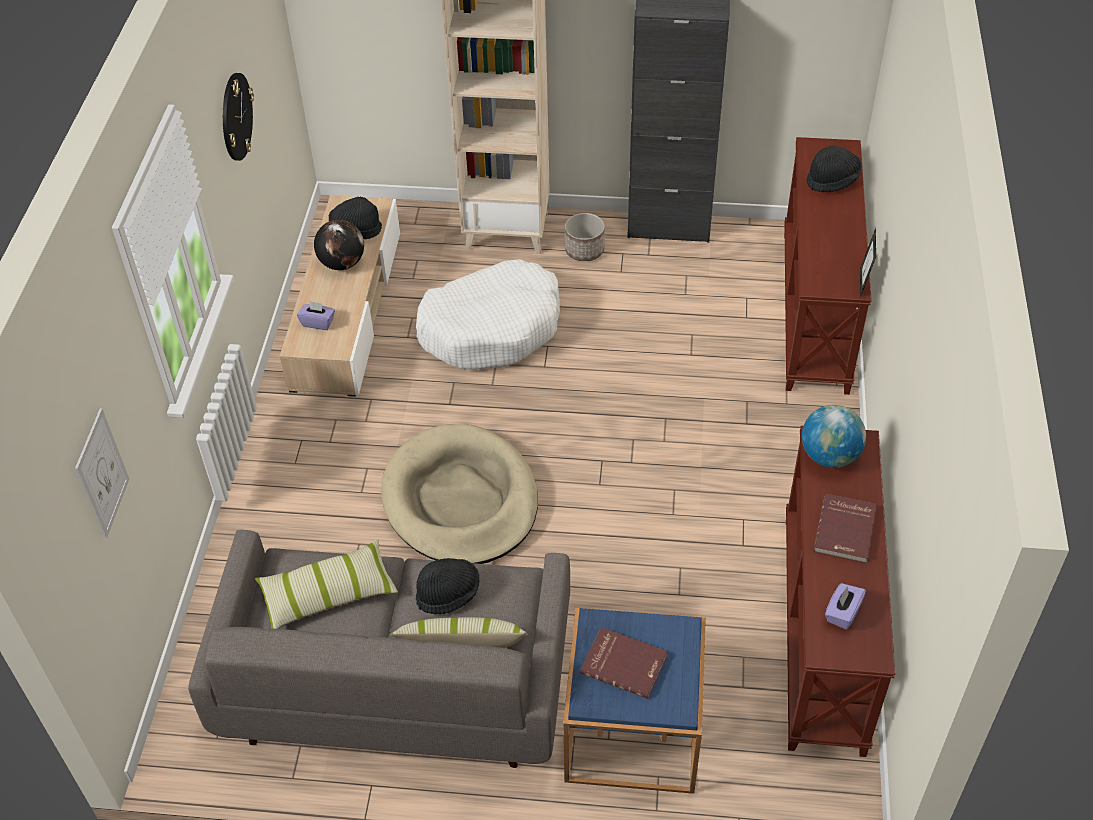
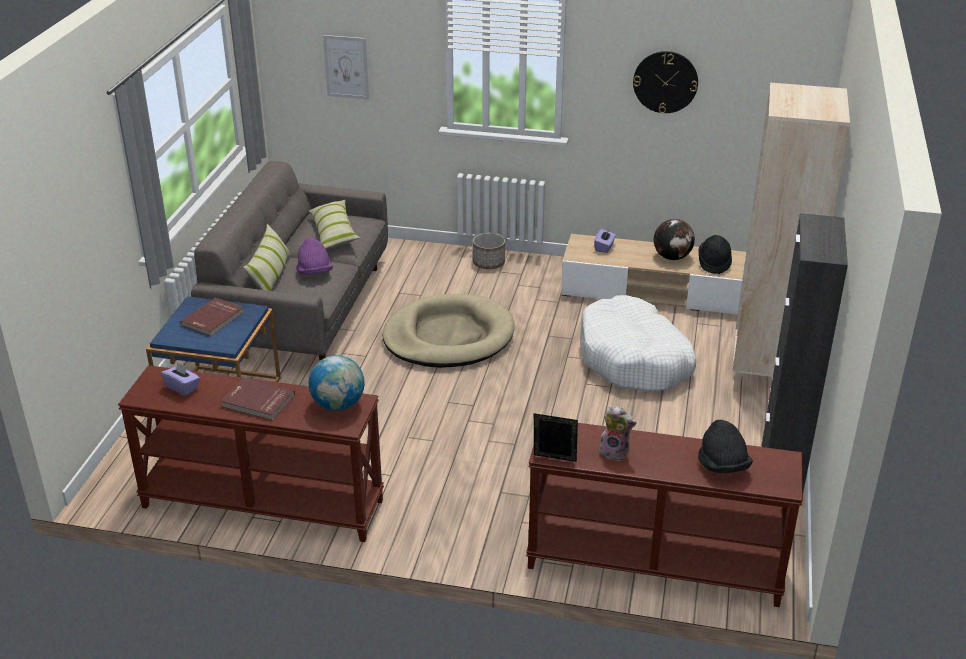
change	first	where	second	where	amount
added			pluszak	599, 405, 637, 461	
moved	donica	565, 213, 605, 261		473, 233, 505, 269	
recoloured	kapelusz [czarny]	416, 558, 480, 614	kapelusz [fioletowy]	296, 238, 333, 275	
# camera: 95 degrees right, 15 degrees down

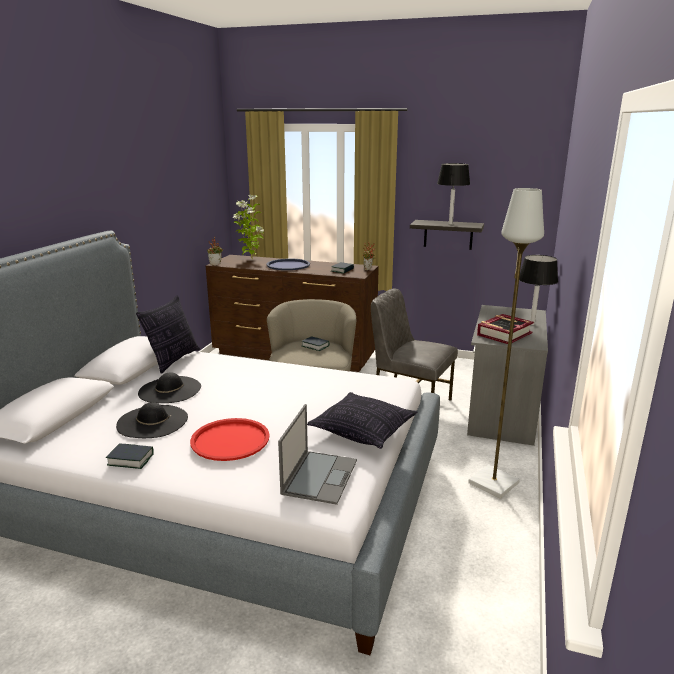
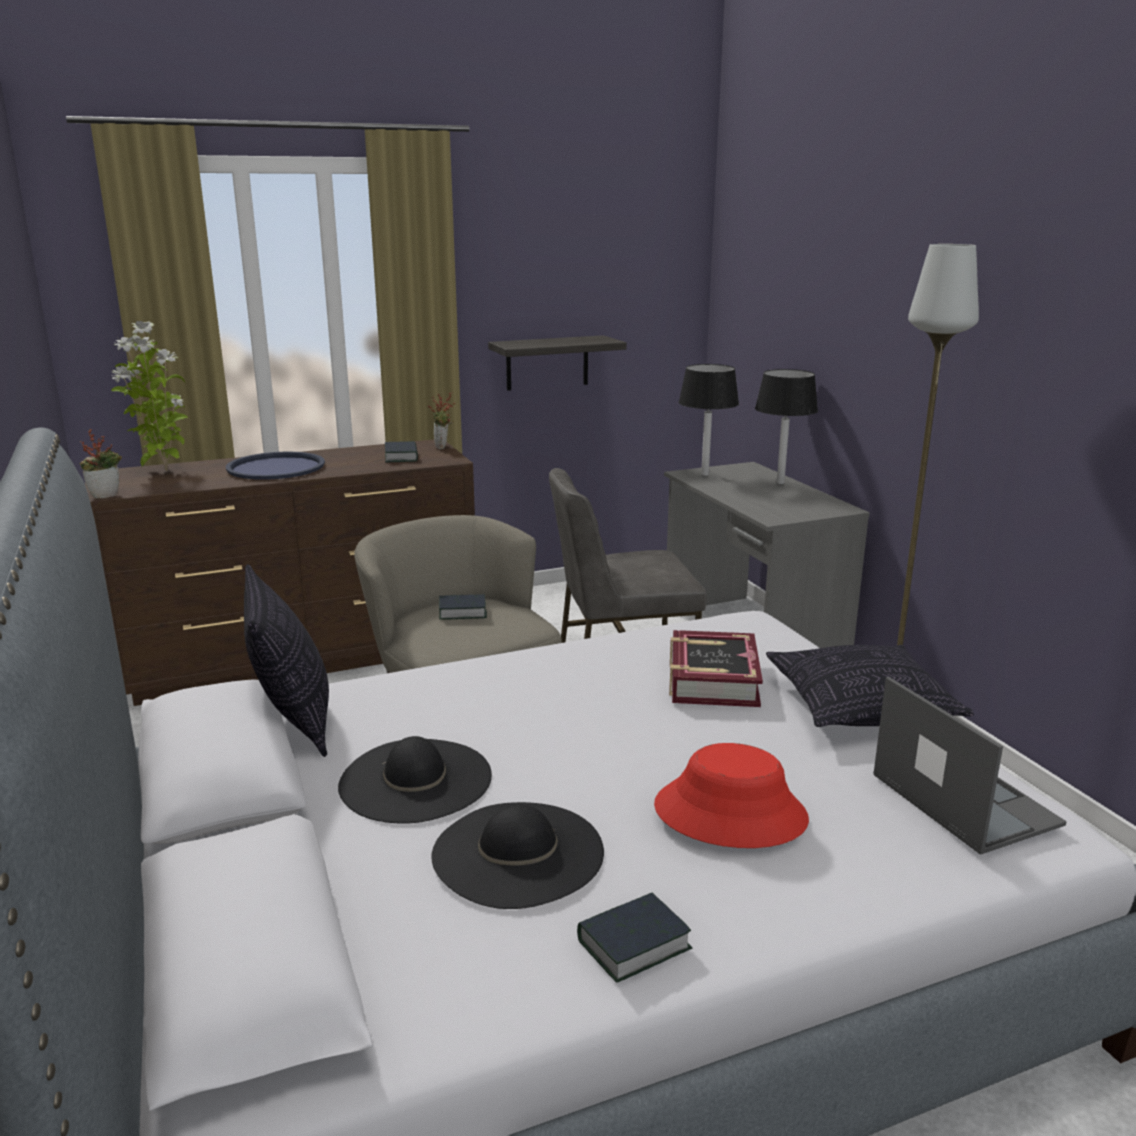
change	first	where	second	where	amount
moved	lampa stołowa [czarny]	437, 163, 470, 225		679, 364, 739, 476	
moved	książka	477, 314, 534, 344		669, 630, 763, 707	
replaced	taca [czerwony]	190, 418, 270, 461	kapelusz [czerwony]	654, 743, 809, 848	
# camera: 40 degrees left, 0 degrees up

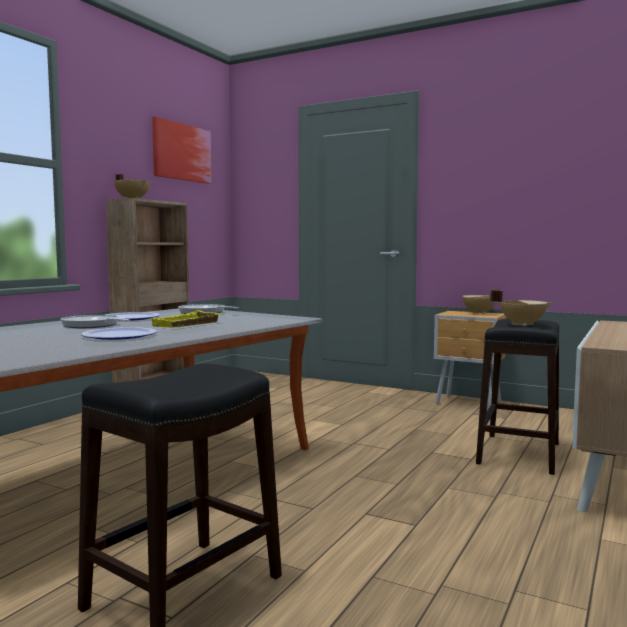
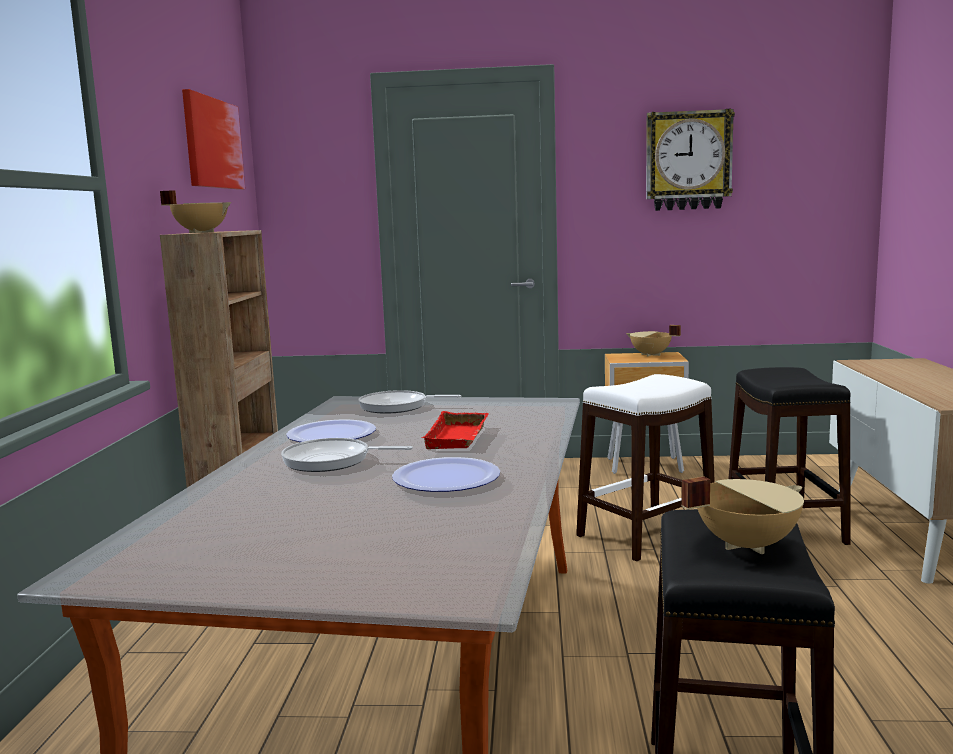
change	first	where	second	where	amount
added			stołek [biały]	576, 374, 715, 561	
added			zegar ścienny	646, 109, 735, 211	
moved	garnek [beżowy]	490, 291, 553, 326		681, 477, 804, 554	
recoloured	taca [żółty]	151, 310, 222, 328	taca [czerwony]	422, 411, 489, 449	
# camera: 25 degrees left, 5 degrees up

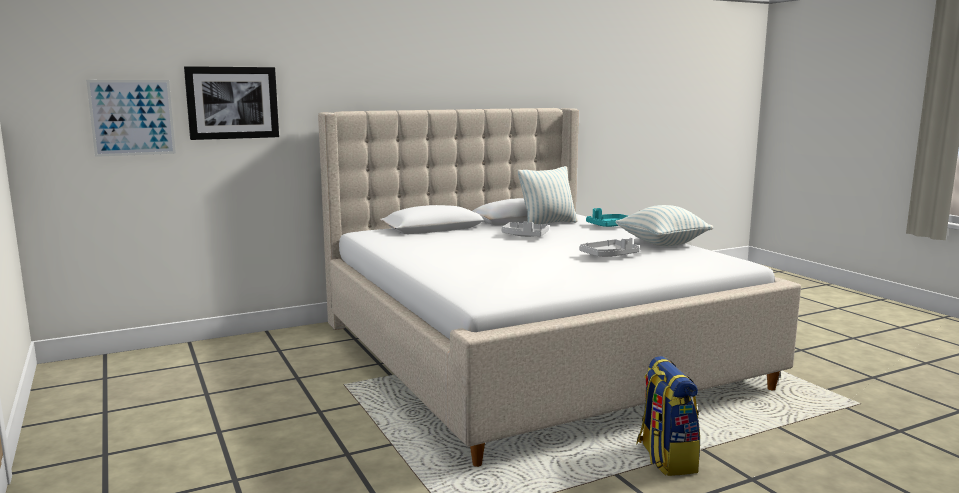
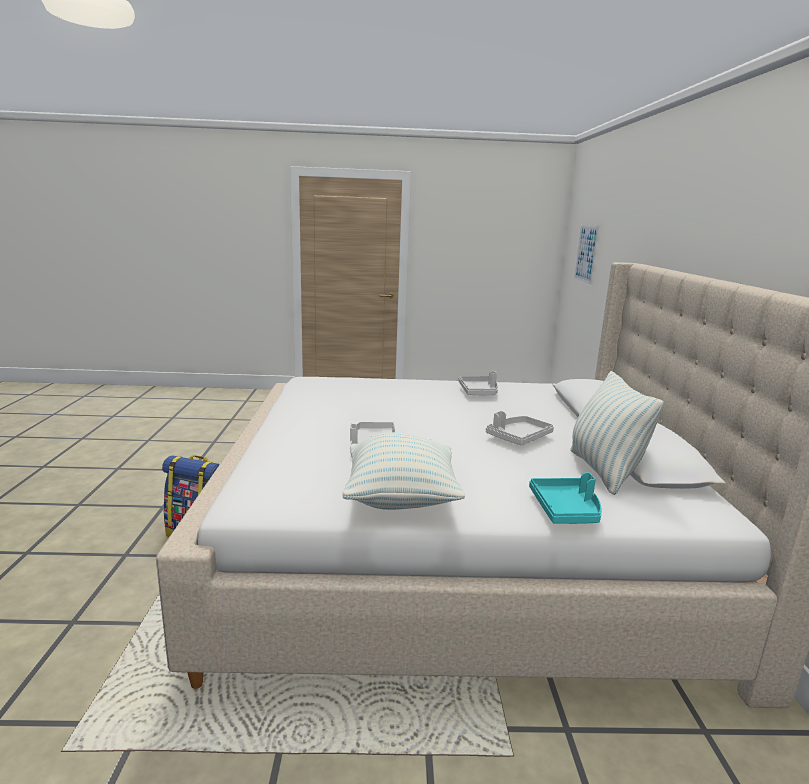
change	first	where	second	where	amount
removed	obraz	184, 66, 279, 140			
added			taca [szary]	458, 371, 498, 396	
# camera: 115 degrees right, 5 degrees up

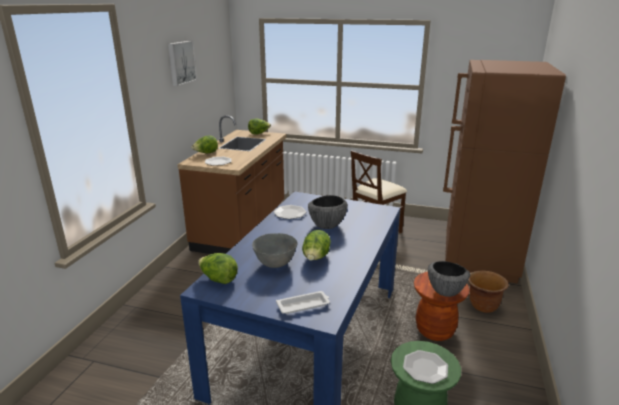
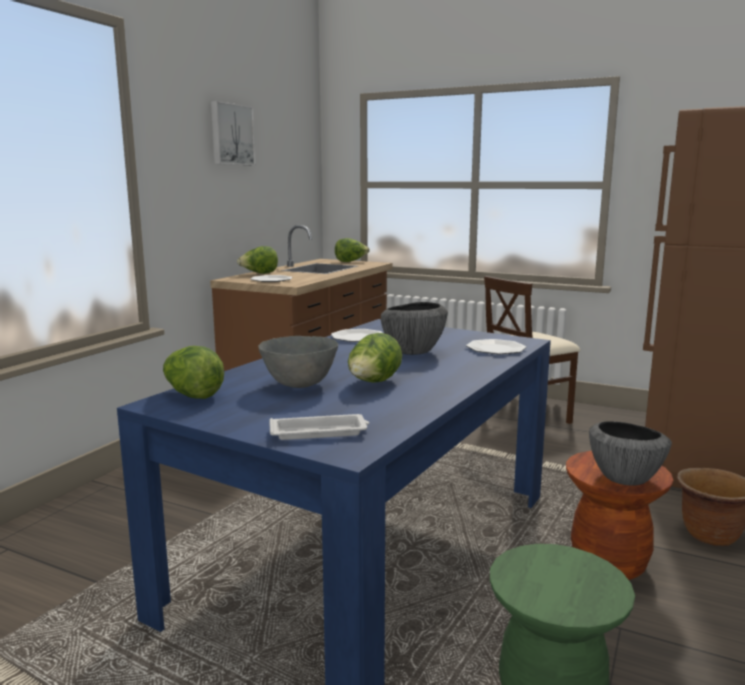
change	first	where	second	where	amount
moved	talerz	403, 350, 448, 384		466, 339, 526, 354	
# camera: 10 degrees right, 10 degrees down

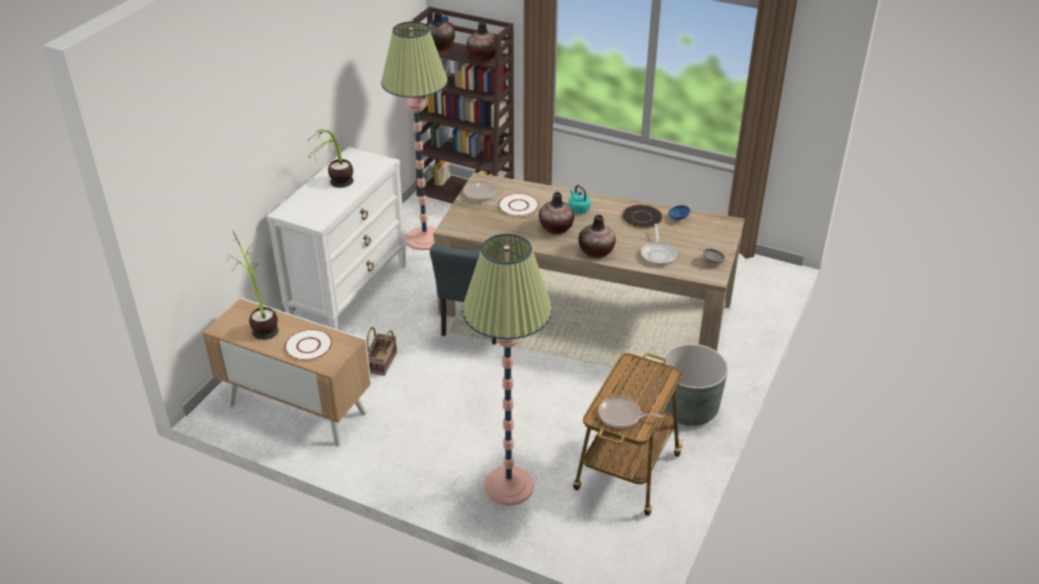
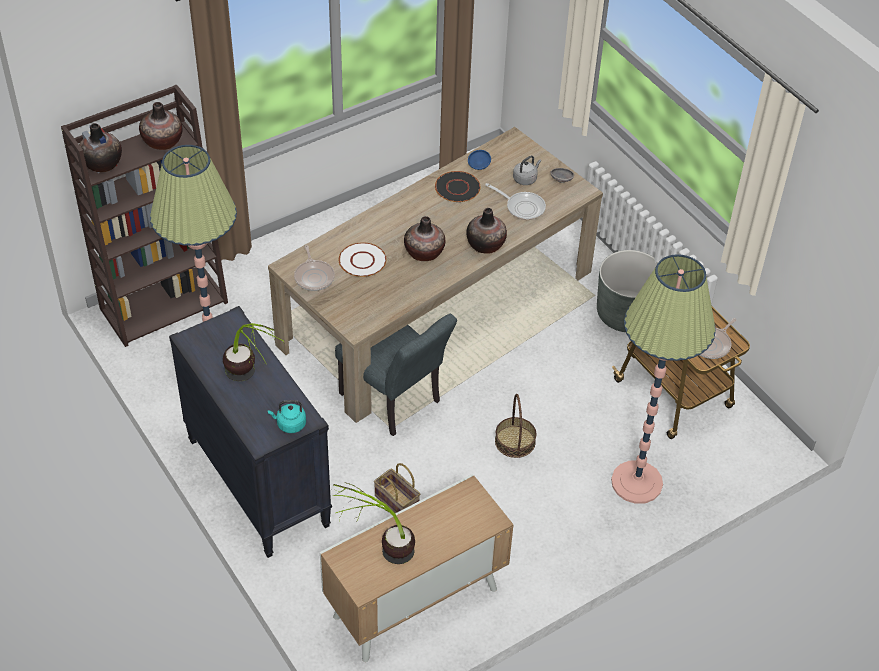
change	first	where	second	where	amount
removed	talerz [biały]	285, 329, 332, 360			
added			koszyk	495, 394, 536, 458	
added			czajnik [szary]	513, 156, 541, 185	
moved	czajnik [turkusowy]	569, 185, 591, 214		268, 400, 306, 433	
recoloured	komoda [biały]	266, 147, 407, 330	komoda [czarny]	169, 306, 332, 558	
# camera: 60 degrees left, 10 degrees up

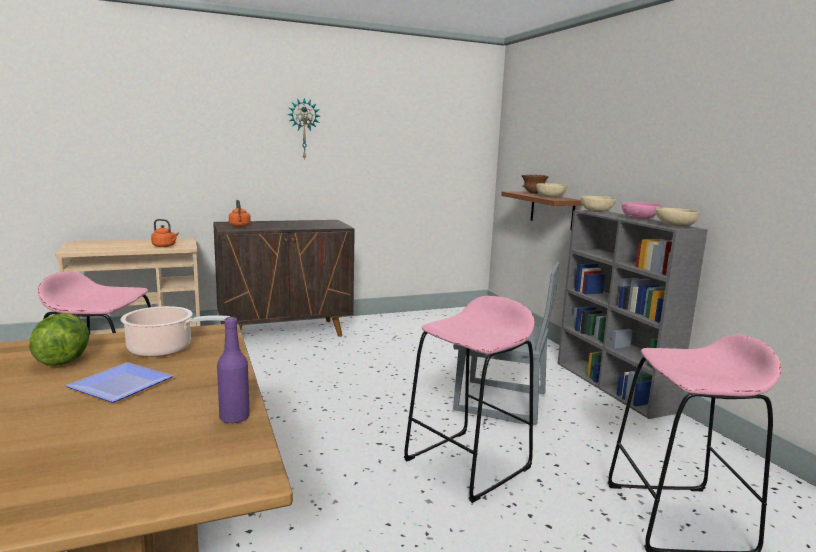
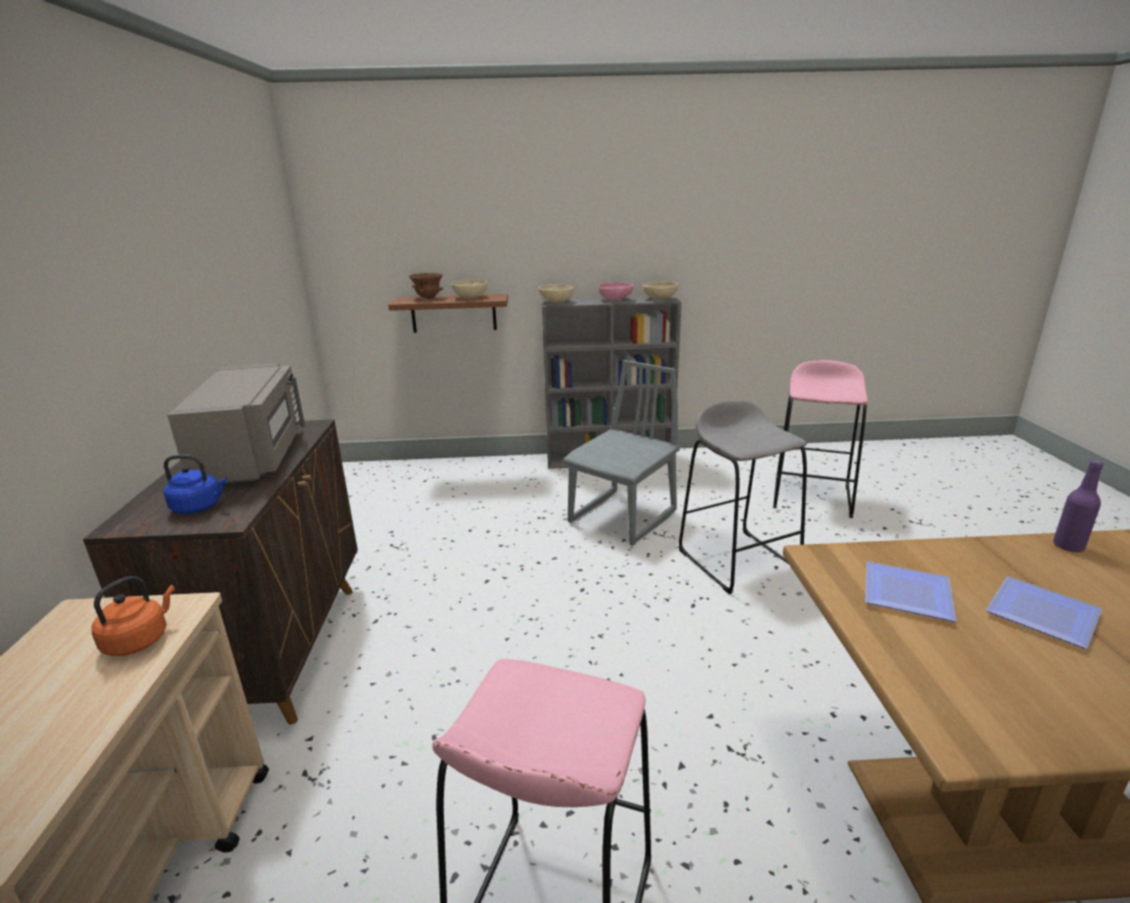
change	first	where	second	where	amount
removed	sałata	29, 313, 90, 366			
removed	zegar ścienny	287, 97, 320, 160			
added			mikrofalówka [szary]	167, 364, 305, 484	
replaced	garnek	120, 306, 230, 357	talerz	865, 561, 957, 622	
recoloured	czajnik [pomarańczowy]	229, 200, 251, 227	czajnik [niebieski]	164, 455, 227, 514	
recoloured	stołek [różowy]	404, 296, 534, 503	stołek [szary]	679, 400, 807, 594	
# camera: 70 degrees left, 10 degrees up

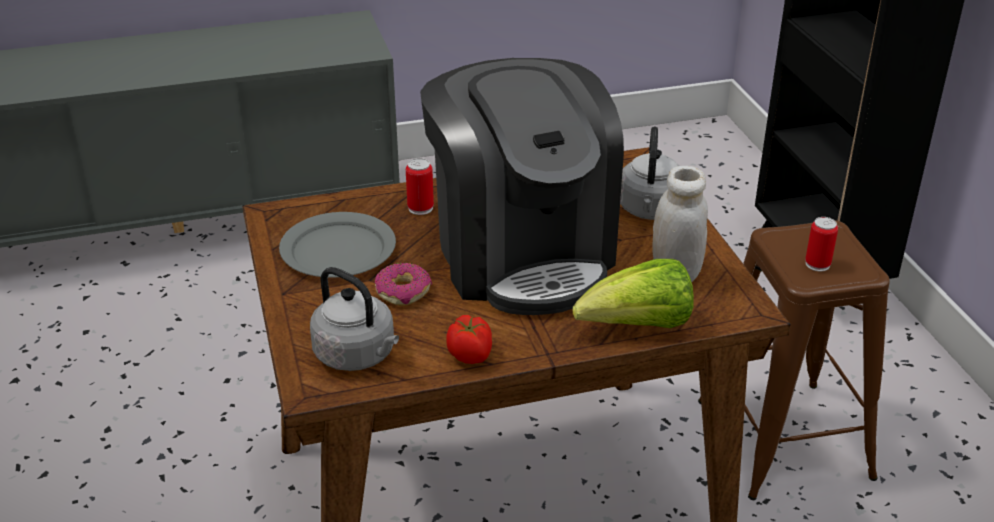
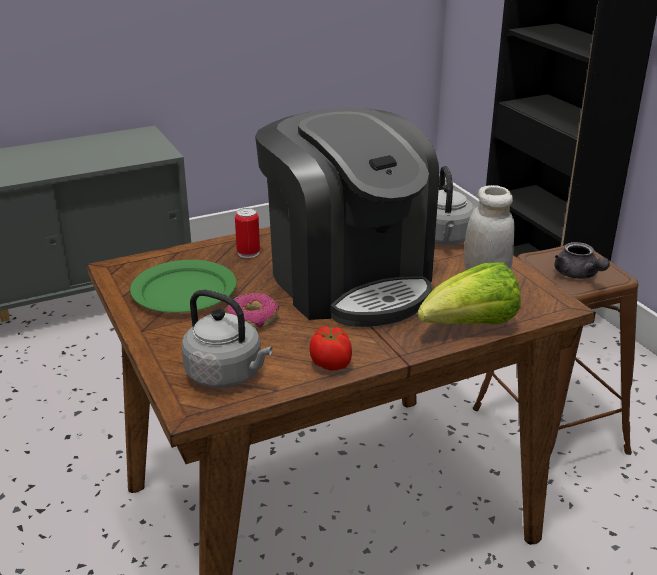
change	first	where	second	where	amount
replaced	puszka	805, 217, 838, 271	imbryk [szary]	554, 242, 610, 279	
recoloured	talerz [szary]	279, 212, 396, 278	talerz [zielony]	130, 260, 237, 313	
# camera: 10 degrees left, 5 degrees down

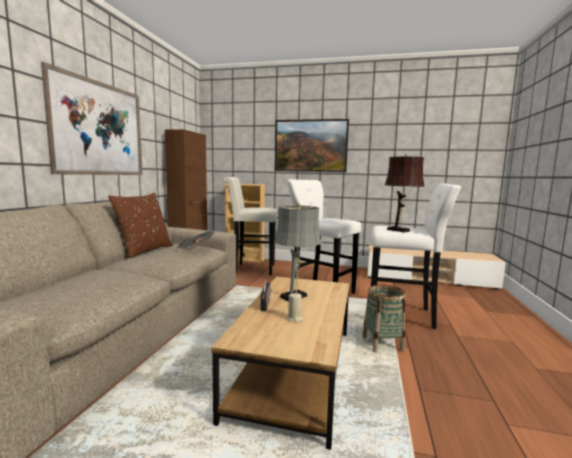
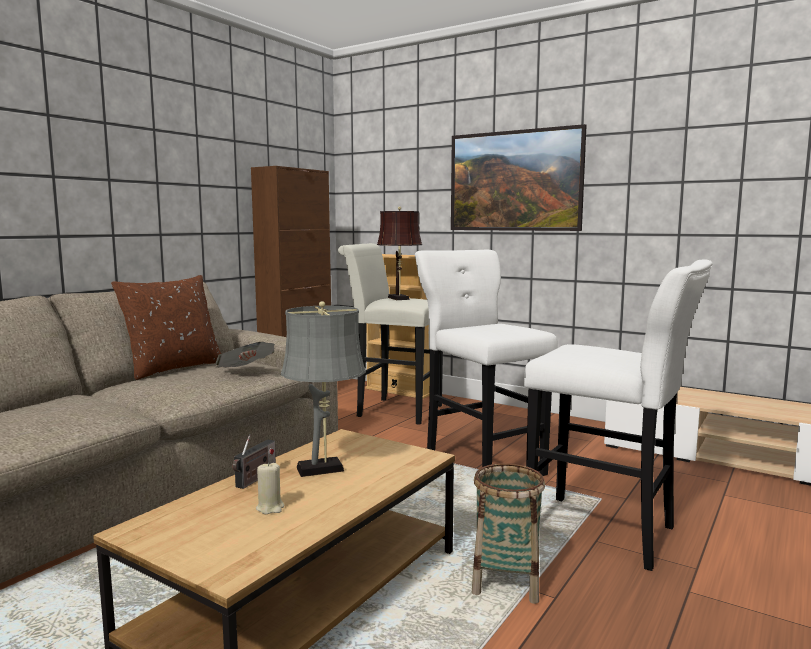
change	first	where	second	where	amount
removed	obraz	41, 62, 143, 175			
moved	lampa stołowa [brązowy]	385, 153, 425, 233		377, 207, 422, 300	
# camera: 20 degrees right, 0 degrees up

